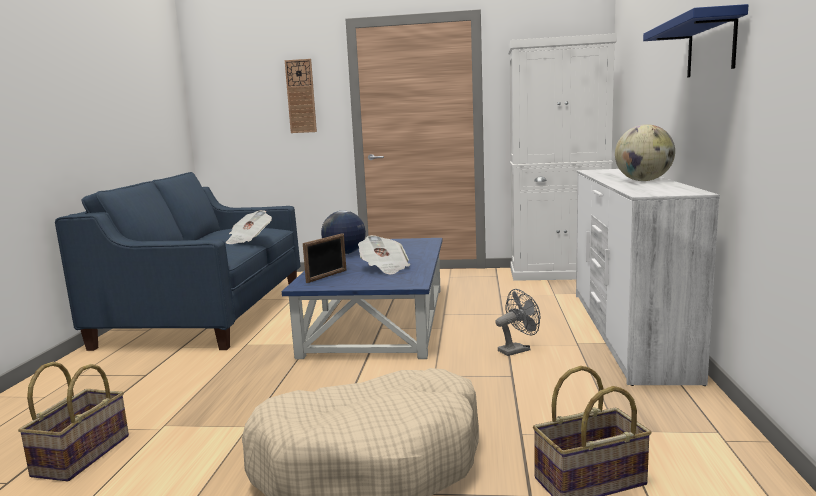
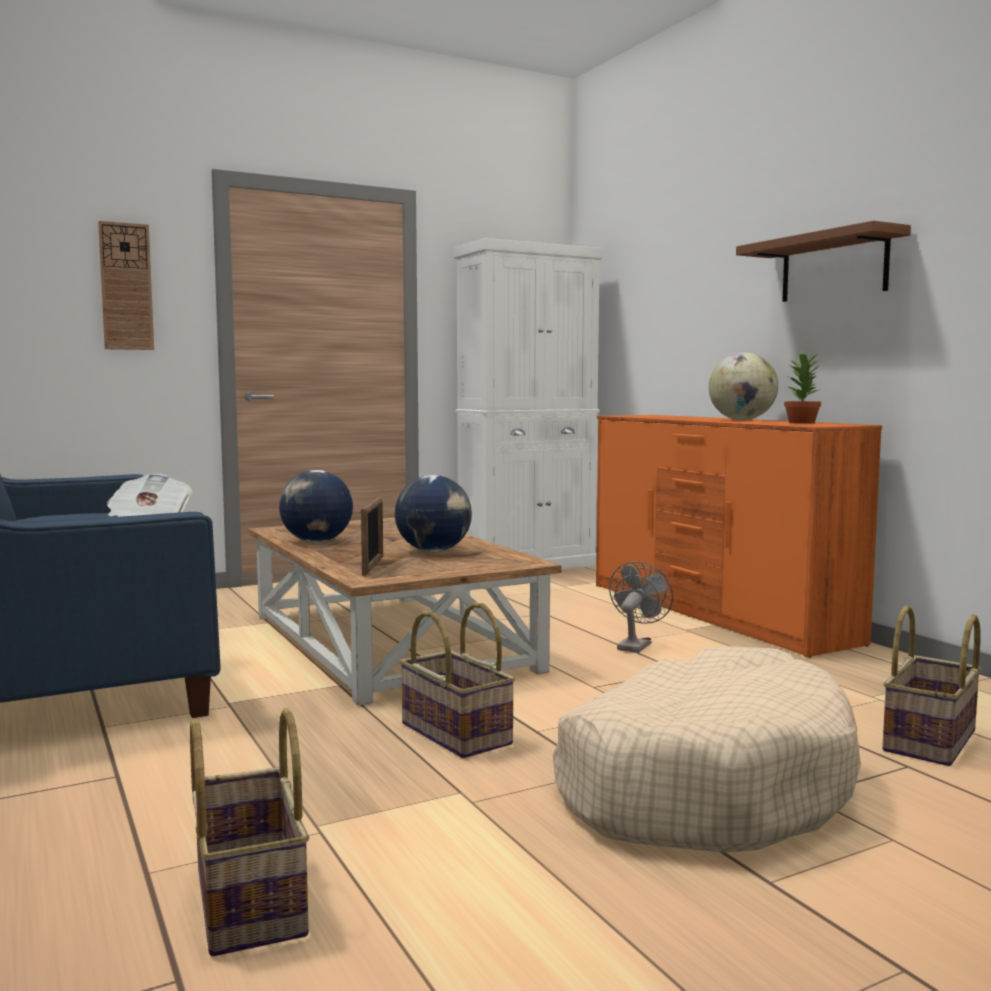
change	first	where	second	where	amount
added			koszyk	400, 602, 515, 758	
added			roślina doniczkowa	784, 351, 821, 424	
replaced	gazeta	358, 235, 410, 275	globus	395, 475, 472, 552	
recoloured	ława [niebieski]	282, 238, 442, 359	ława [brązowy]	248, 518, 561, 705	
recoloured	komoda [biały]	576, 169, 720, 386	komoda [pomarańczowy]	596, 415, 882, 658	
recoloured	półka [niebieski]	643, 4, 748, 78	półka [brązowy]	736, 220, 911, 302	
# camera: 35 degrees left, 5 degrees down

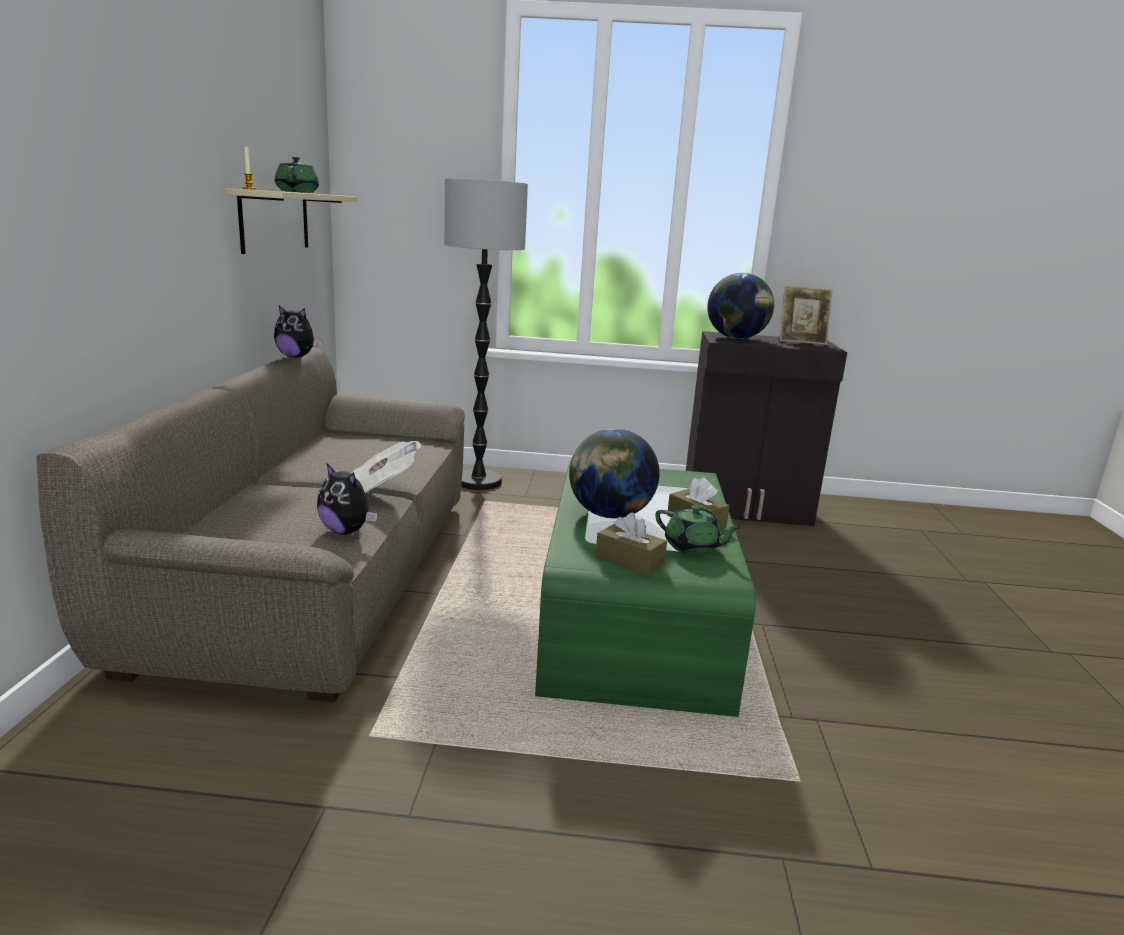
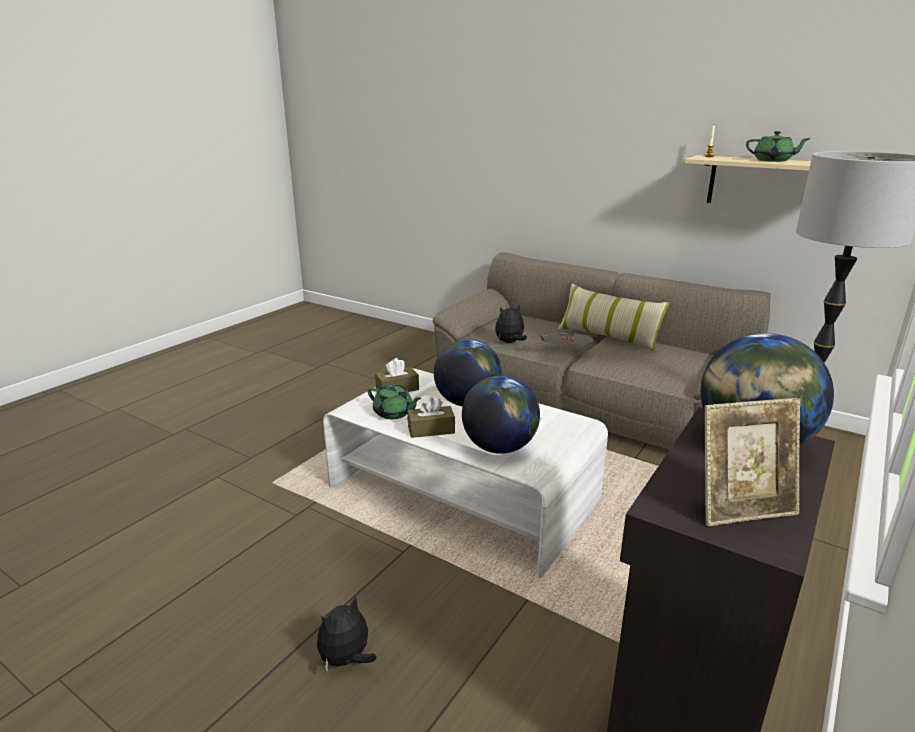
change	first	where	second	where	amount
added			globus	462, 375, 540, 454	
added			poduszka	558, 283, 669, 352	
moved	pluszak	274, 305, 321, 358		317, 595, 376, 673	
recoloured	ława [zielony]	535, 461, 756, 717	ława [biały]	323, 368, 608, 578	
turned	imbryk [zielony]	655, 505, 743, 555		368, 384, 422, 419	120 degrees counterclockwise
turned	ramka na zdjęcie	779, 286, 833, 345		705, 398, 800, 526	135 degrees counterclockwise
# camera: 120 degrees right, 5 degrees up

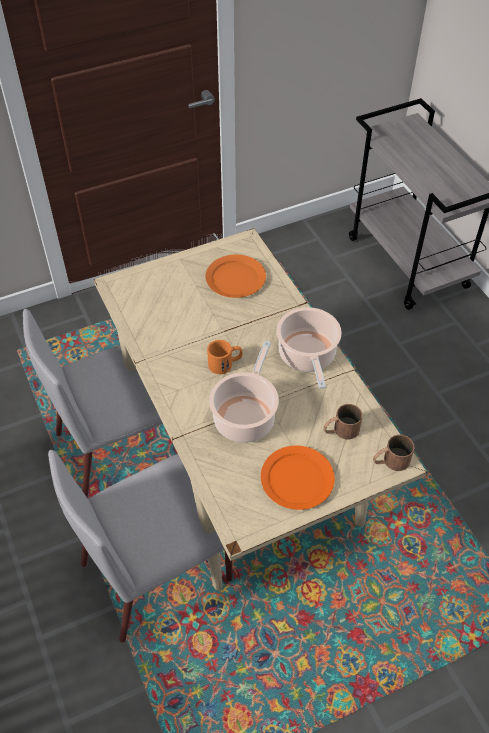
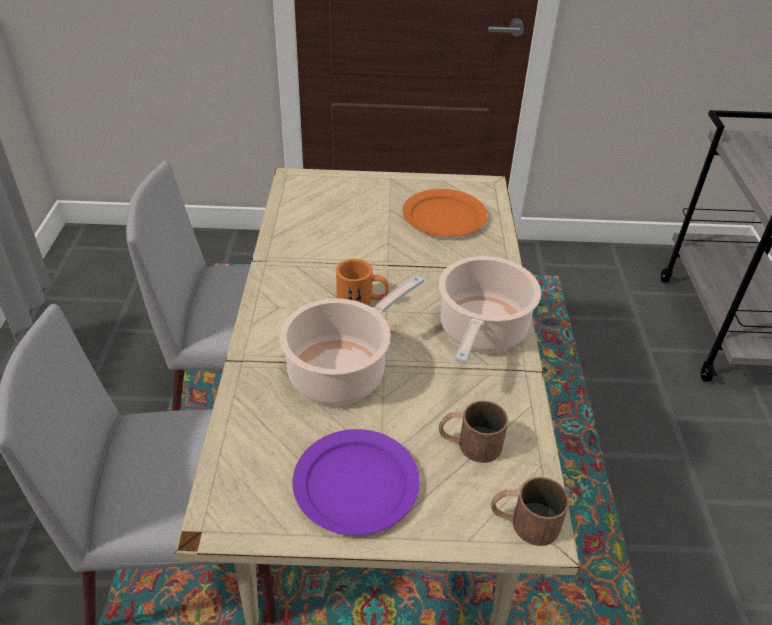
change	first	where	second	where	amount
recoloured	talerz [pomarańczowy]	261, 445, 335, 510	talerz [fioletowy]	293, 429, 420, 535	
# camera: 25 degrees right, 10 degrees down

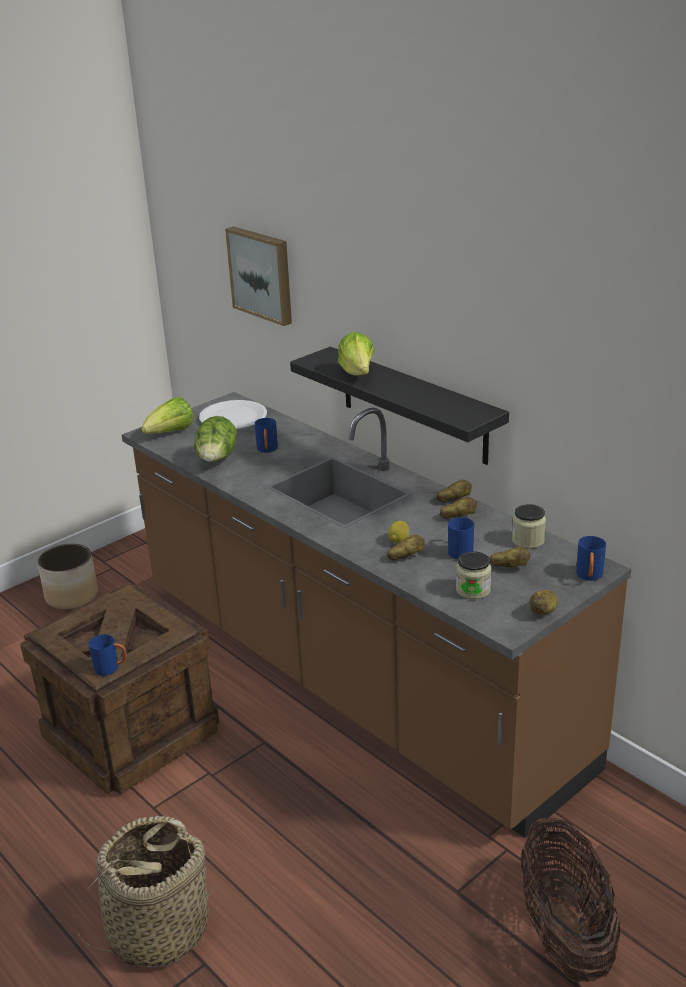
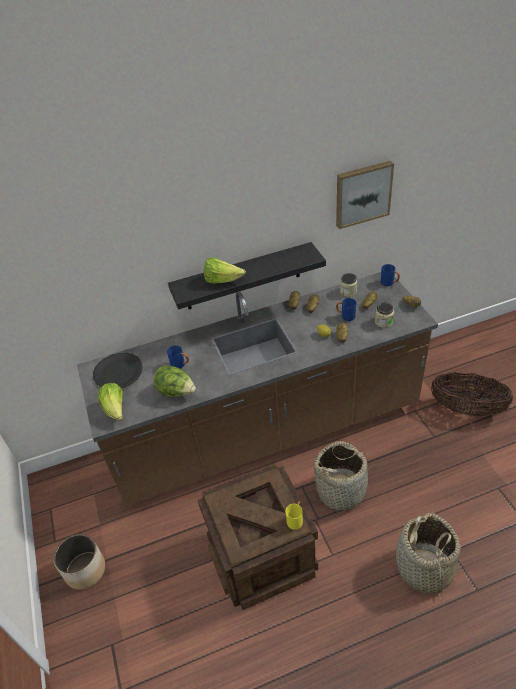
change	first	where	second	where	amount
added			koszyk	313, 441, 375, 512	
moved	obraz	225, 226, 292, 326		336, 161, 394, 229	
recoloured	kubek [niebieski]	88, 634, 127, 676	kubek [żółty]	286, 501, 303, 530	
recoloured	talerz [biały]	199, 400, 267, 429	talerz [czarny]	93, 353, 143, 388	
# camera: 65 degrees left, 15 degrees up

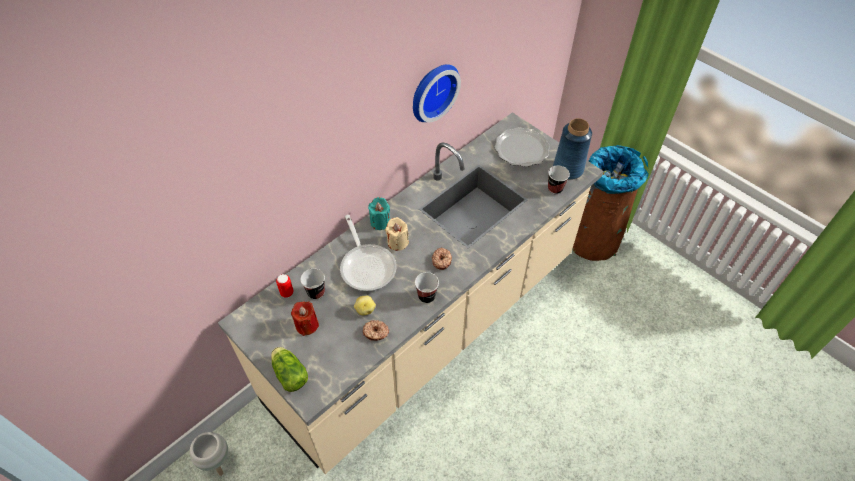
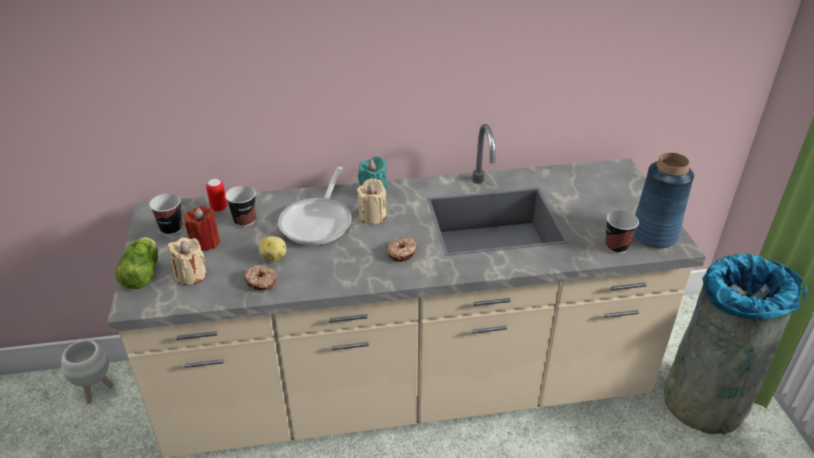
change	first	where	second	where	amount
removed	zegar ścienny	413, 64, 461, 122			
removed	talerz	495, 127, 550, 167			
added			świeca [beżowy]	168, 238, 206, 285	
moved	filiżanka	415, 272, 439, 303		149, 193, 183, 235	
recoloured	kosz na śmieci [brązowy]	572, 145, 649, 261	kosz na śmieci [szary]	664, 254, 808, 435	
# camera: 35 degrees right, 15 degrees down

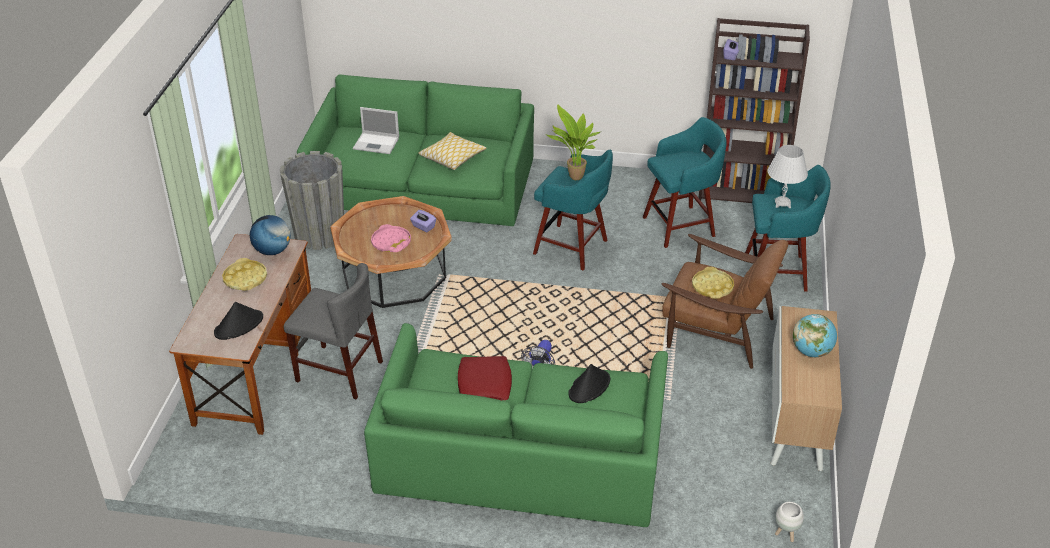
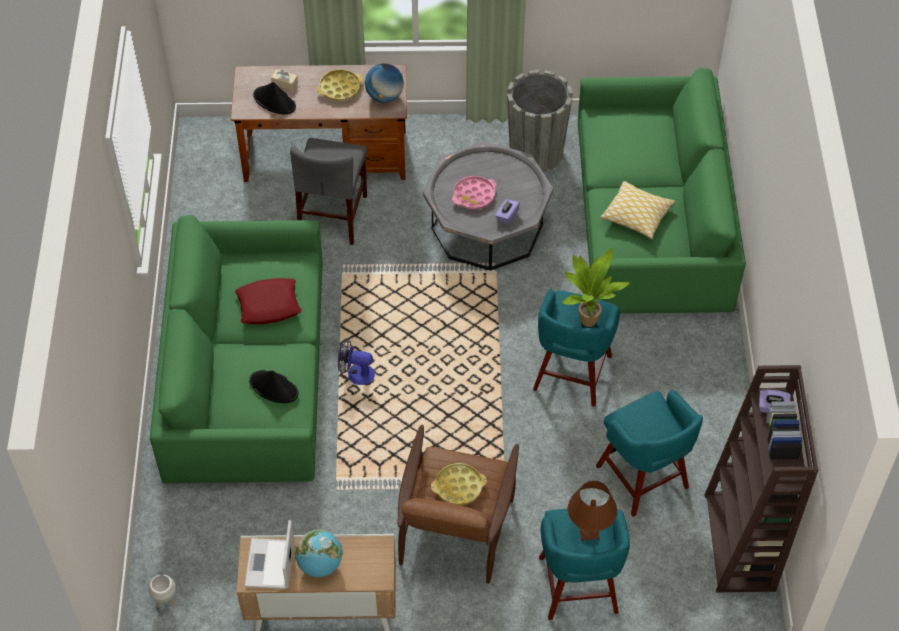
change	first	where	second	where	amount
added			pudełko chusteczek [beżowy]	271, 69, 298, 91	
moved	laptop	353, 107, 399, 154		245, 520, 294, 589	
recoloured	ława [brązowy]	330, 196, 452, 308	ława [szary]	423, 142, 553, 270	
recoloured	lampa stołowa [biały]	767, 145, 808, 208	lampa stołowa [brązowy]	567, 481, 617, 542	
# camera: 80 degrees right, 15 degrees up

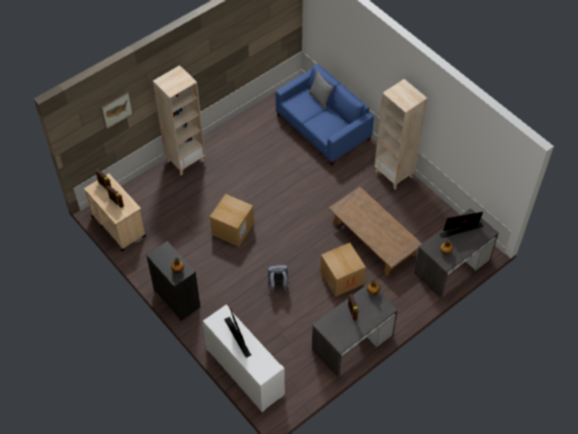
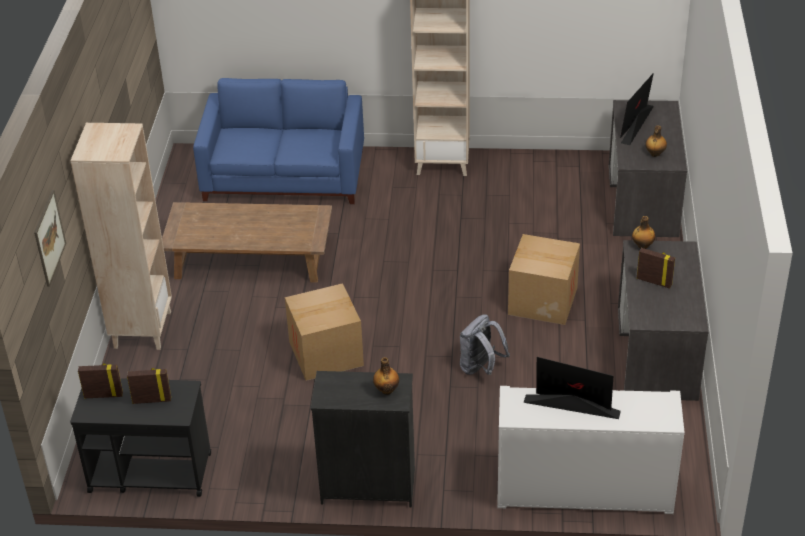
change	first	where	second	where	amount
removed	poduszka [szary]	309, 71, 333, 110			
moved	ława [brązowy]	329, 187, 422, 276		162, 202, 332, 283	
recoloured	wózek [beżowy]	84, 173, 146, 251	wózek [czarny]	70, 378, 211, 497	
# camera: 45 degrees left, 15 degrees down

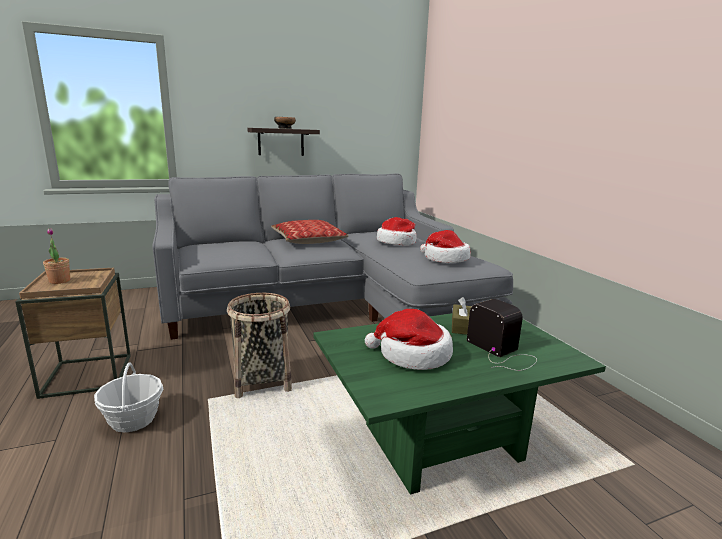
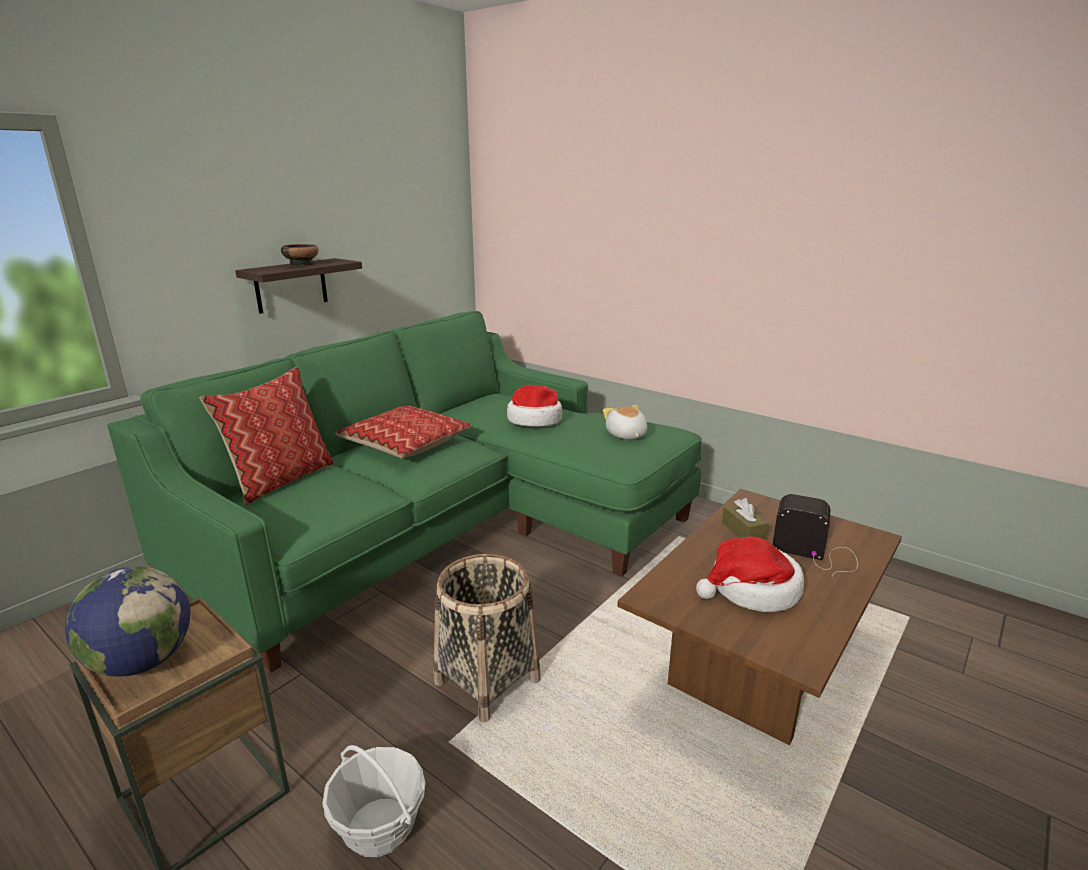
change	first	where	second	where	amount
added			poduszka	199, 366, 334, 506	
replaced	roślina doniczkowa	43, 228, 70, 284	globus	65, 566, 190, 677	
replaced	kapelusz	420, 230, 471, 263	pluszak	603, 405, 647, 439	
recoloured	kanapa [szary]	152, 173, 513, 340	kanapa [zielony]	107, 311, 702, 673	
recoloured	ława [zielony]	313, 313, 606, 495	ława [brązowy]	617, 489, 902, 745	
# camera: 30 degrees left, 5 degrees up

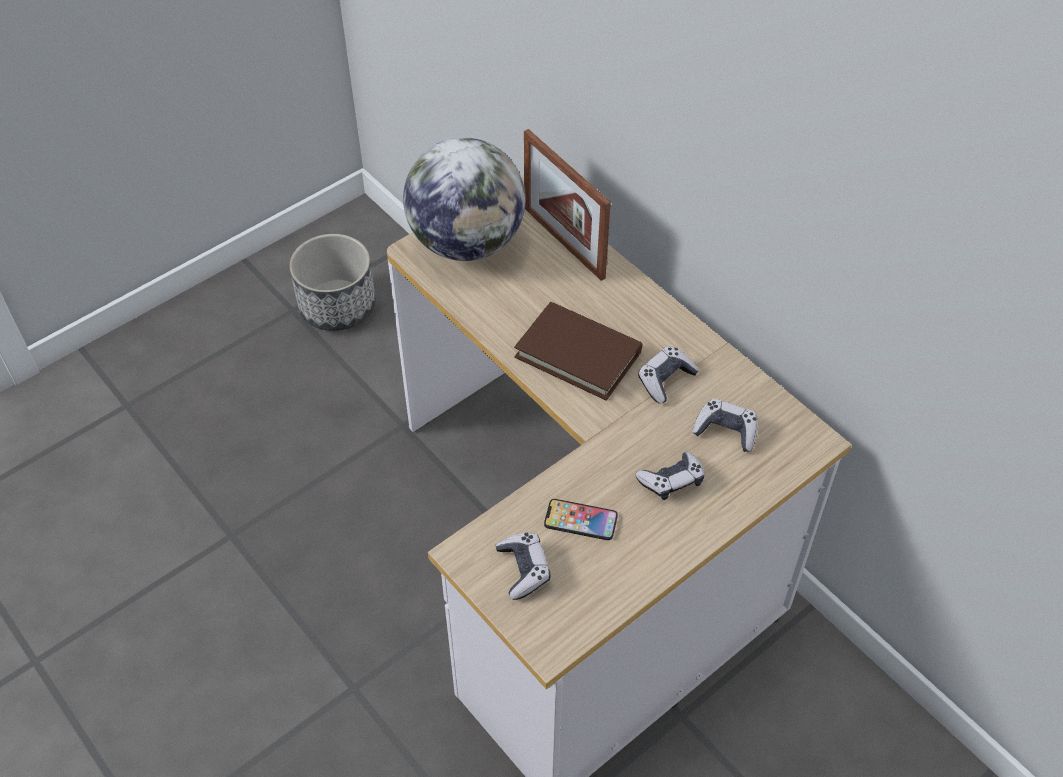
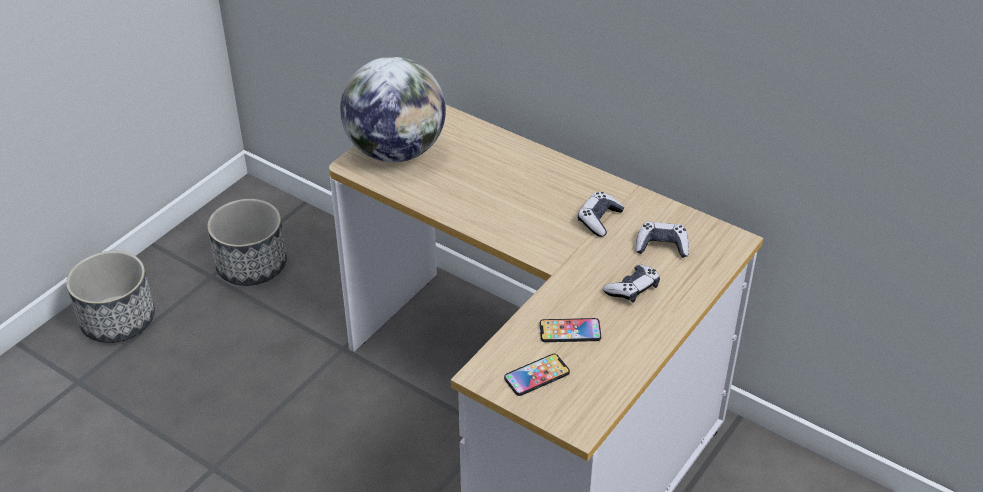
change	first	where	second	where	amount
removed	książka [brązowy]	514, 302, 642, 401			
removed	ramka na zdjęcie	524, 129, 611, 281			
added			donica	66, 251, 155, 343	
replaced	pad do gier	495, 532, 551, 600	telefon	504, 354, 570, 396	
# camera: 15 degrees left, 10 degrees down

